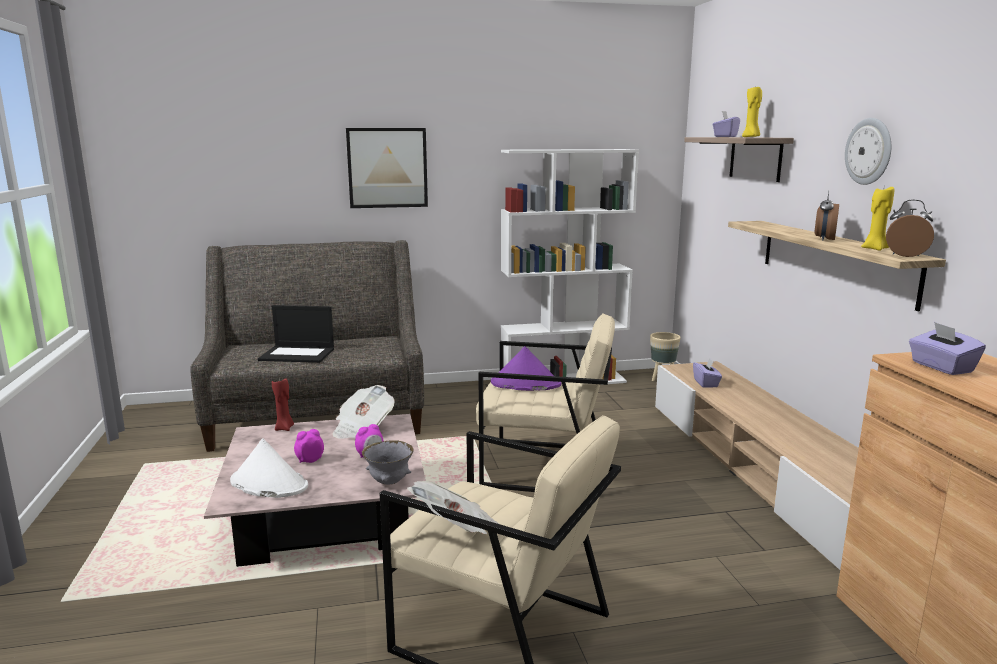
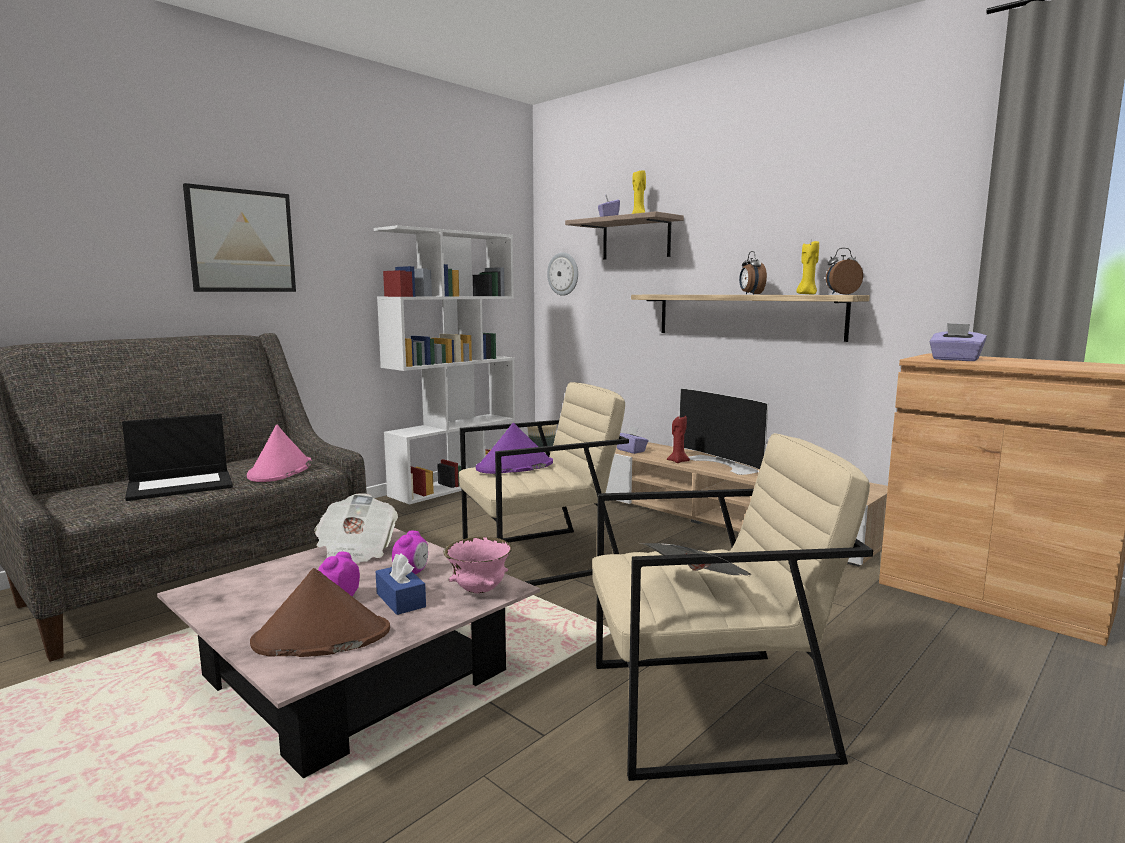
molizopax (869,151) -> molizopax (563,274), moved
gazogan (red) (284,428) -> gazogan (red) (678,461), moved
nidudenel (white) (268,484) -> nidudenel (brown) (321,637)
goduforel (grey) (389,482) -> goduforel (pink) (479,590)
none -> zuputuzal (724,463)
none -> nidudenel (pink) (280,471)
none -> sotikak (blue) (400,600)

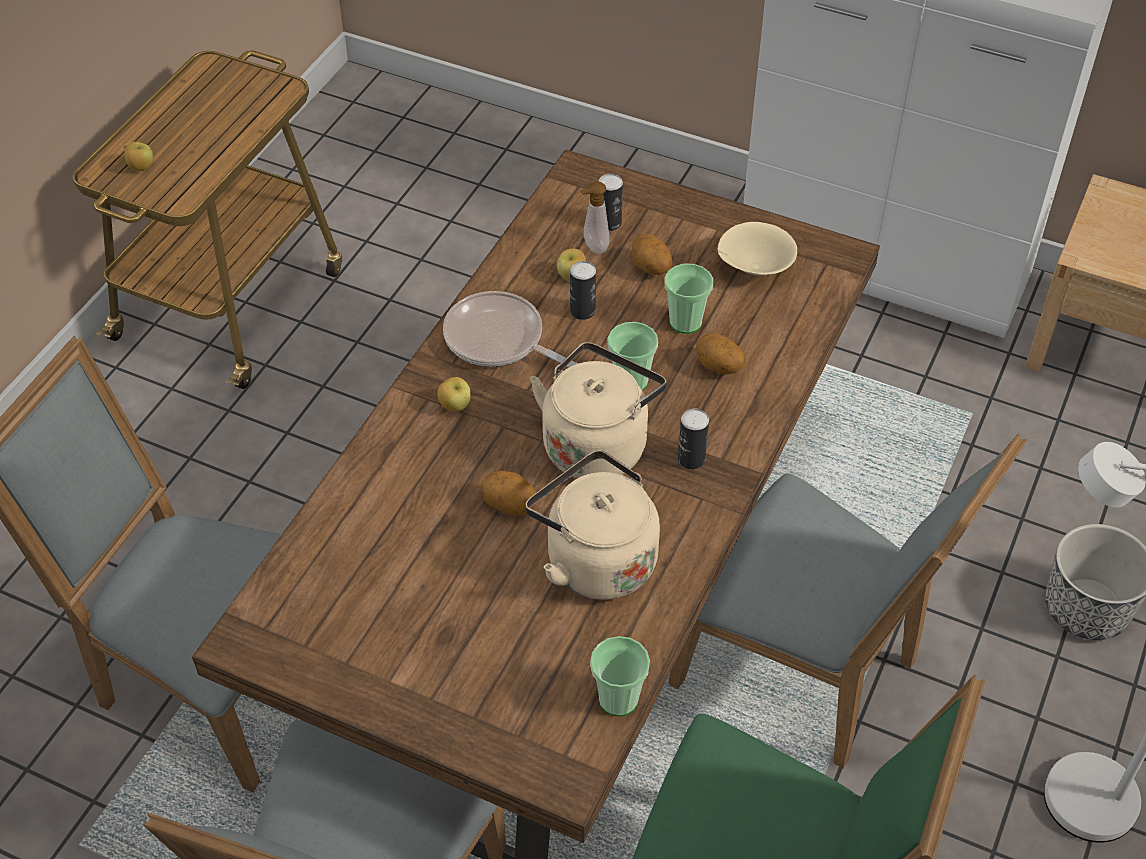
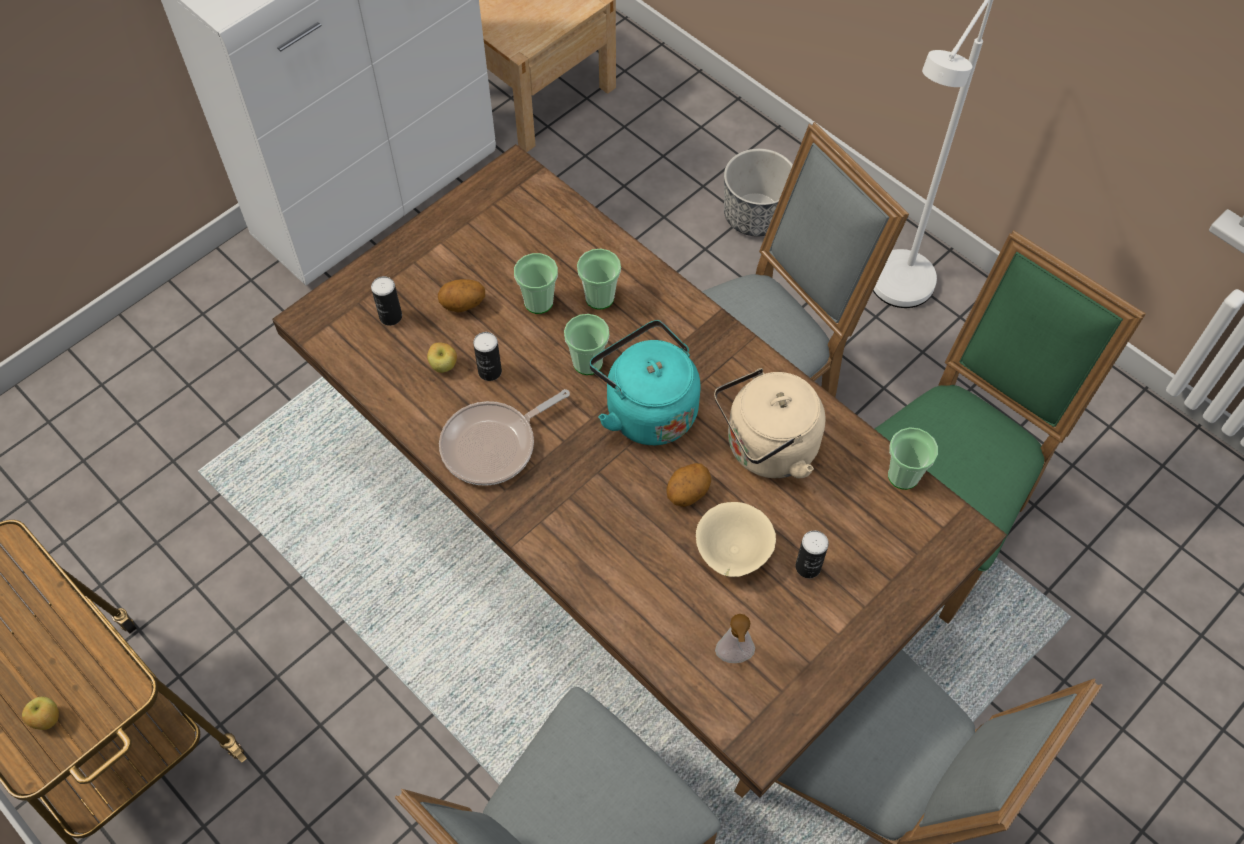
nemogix (593,247) -> nemogix (734,658), moved
goduforel (beige) (753,269) -> goduforel (beige) (732,552), moved
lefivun (718,367) -> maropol (599,297)
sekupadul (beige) (597,444) -> sekupadul (turquoise) (646,409)
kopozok (455,406) -> none
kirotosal (691,459) -> kirotosal (808,567), moved

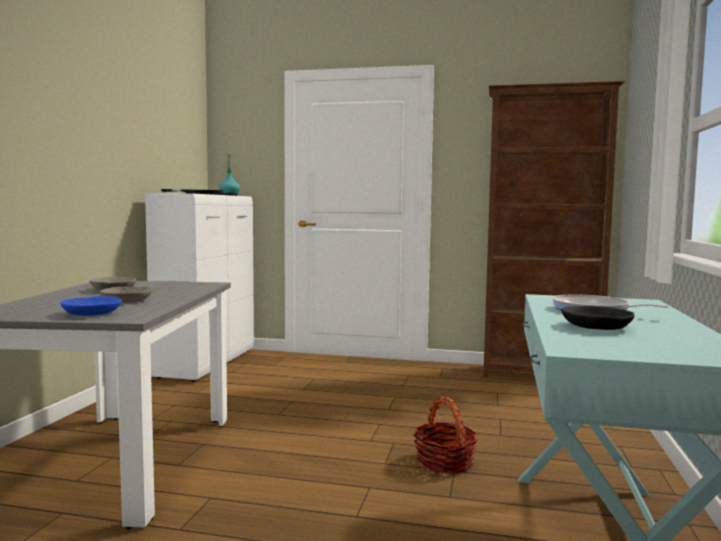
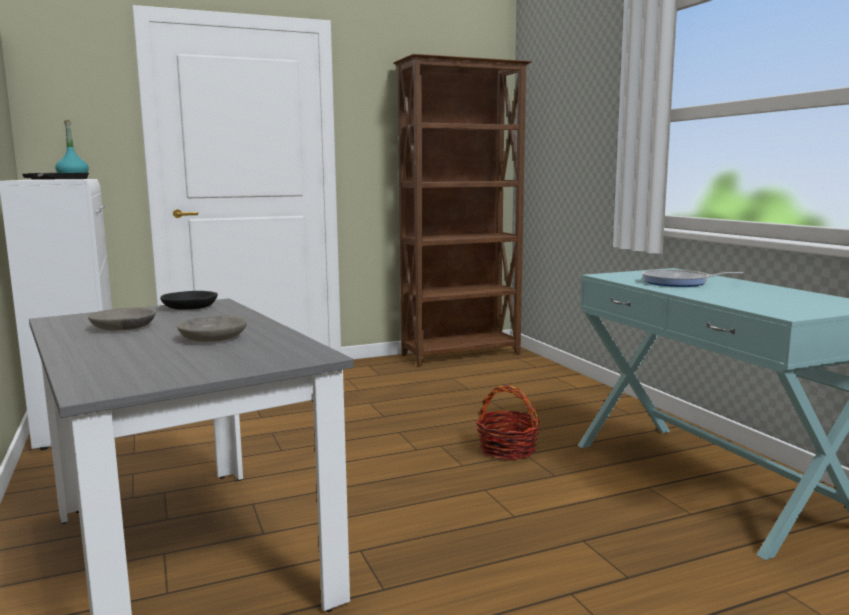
goduforel (blue) (92,313) -> none
goduforel (black) (597,327) -> goduforel (black) (190,308), moved

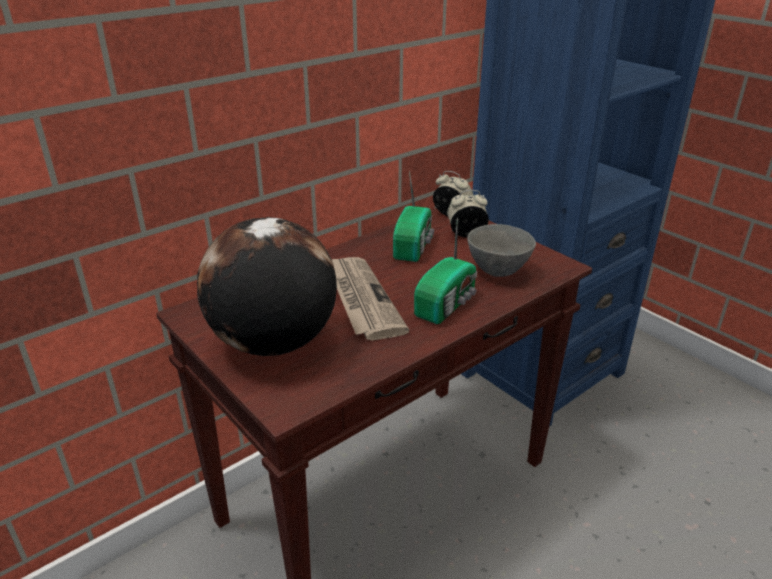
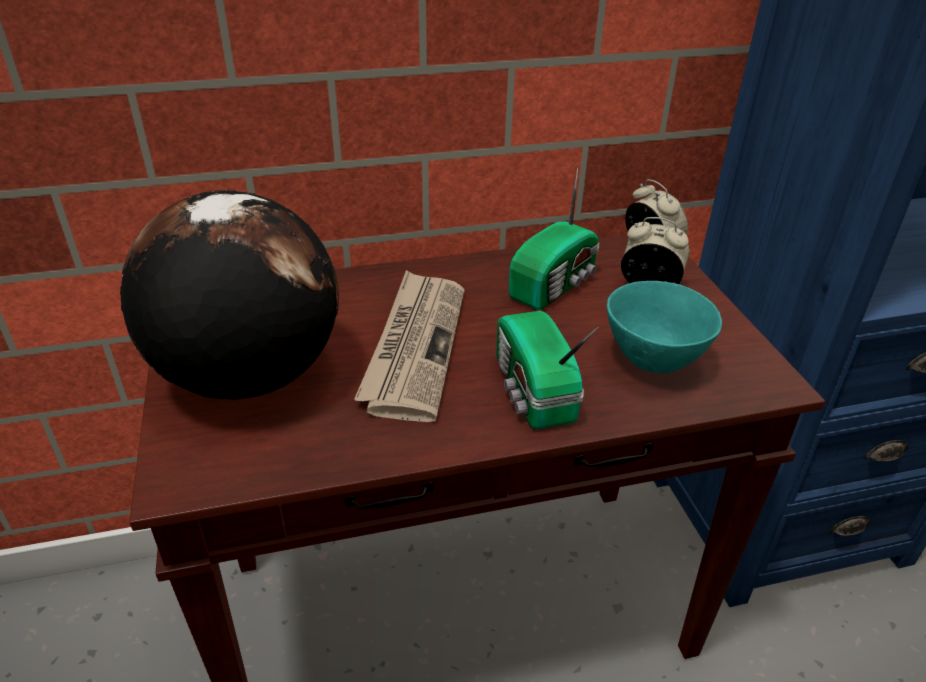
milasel (448,304) -> milasel (532,392), 105 degrees clockwise
goduforel (grey) (498,271) -> goduforel (turquoise) (654,361)

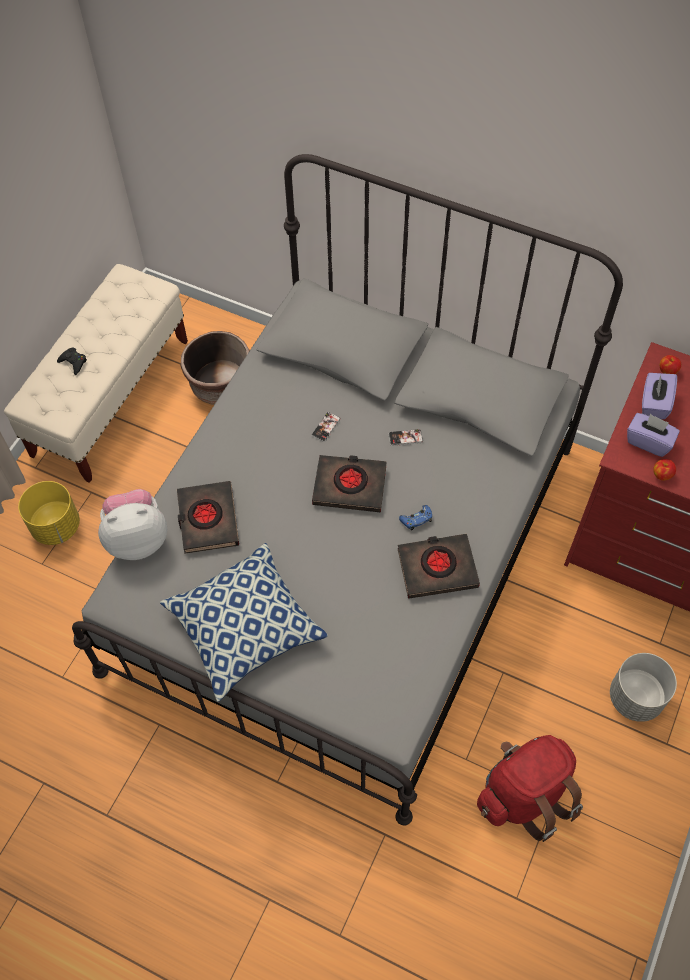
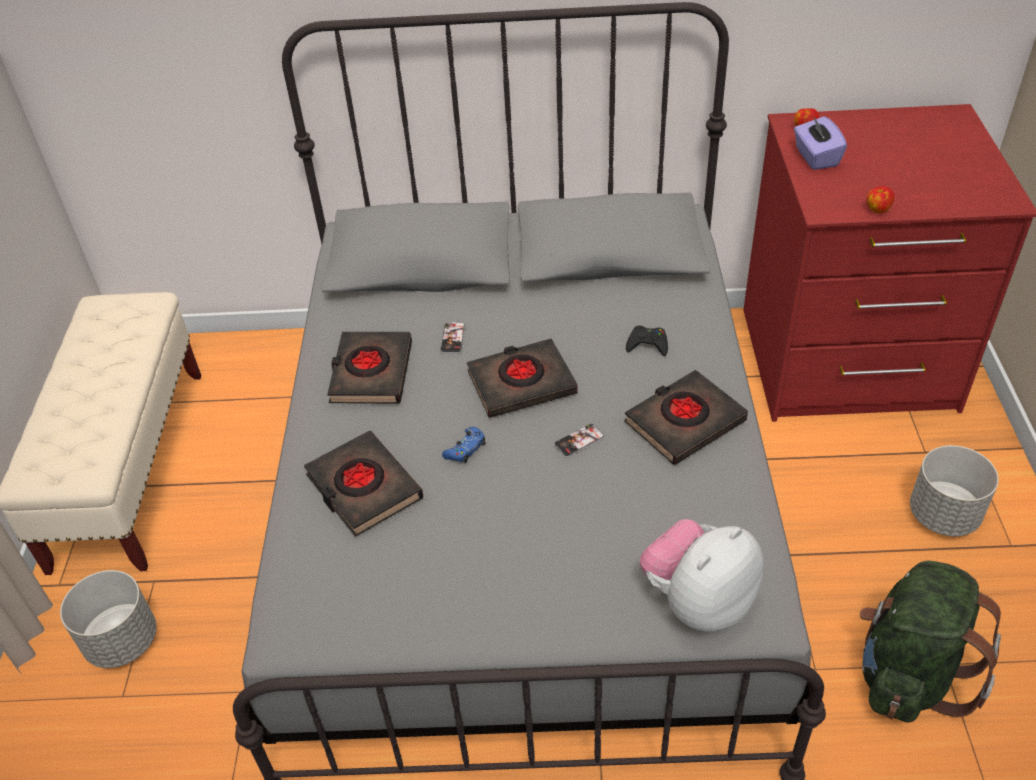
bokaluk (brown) (220,385) -> none
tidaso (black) (73,362) -> tidaso (black) (647,344), moved
sotikak (purple) (648,441) -> none
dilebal (405,438) -> dilebal (579,441), moved
bokaluk (yellow) (56,526) -> bokaluk (grey) (123,641)
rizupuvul (137,538) -> rizupuvul (698,601), moved
tidaso (blue) (416,519) -> tidaso (blue) (465,449), moved
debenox (244,628) -> none
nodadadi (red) (525,793) -> nodadadi (green) (908,674)
none -> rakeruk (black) (371,373)

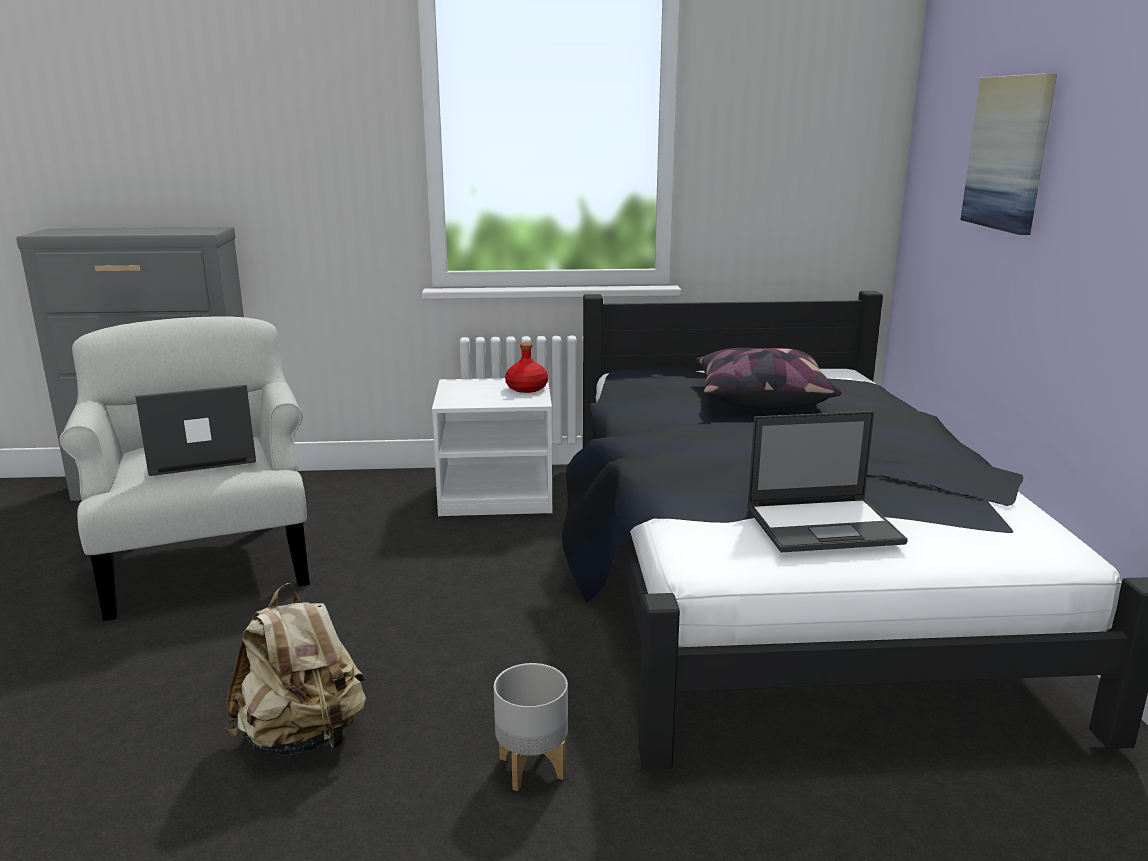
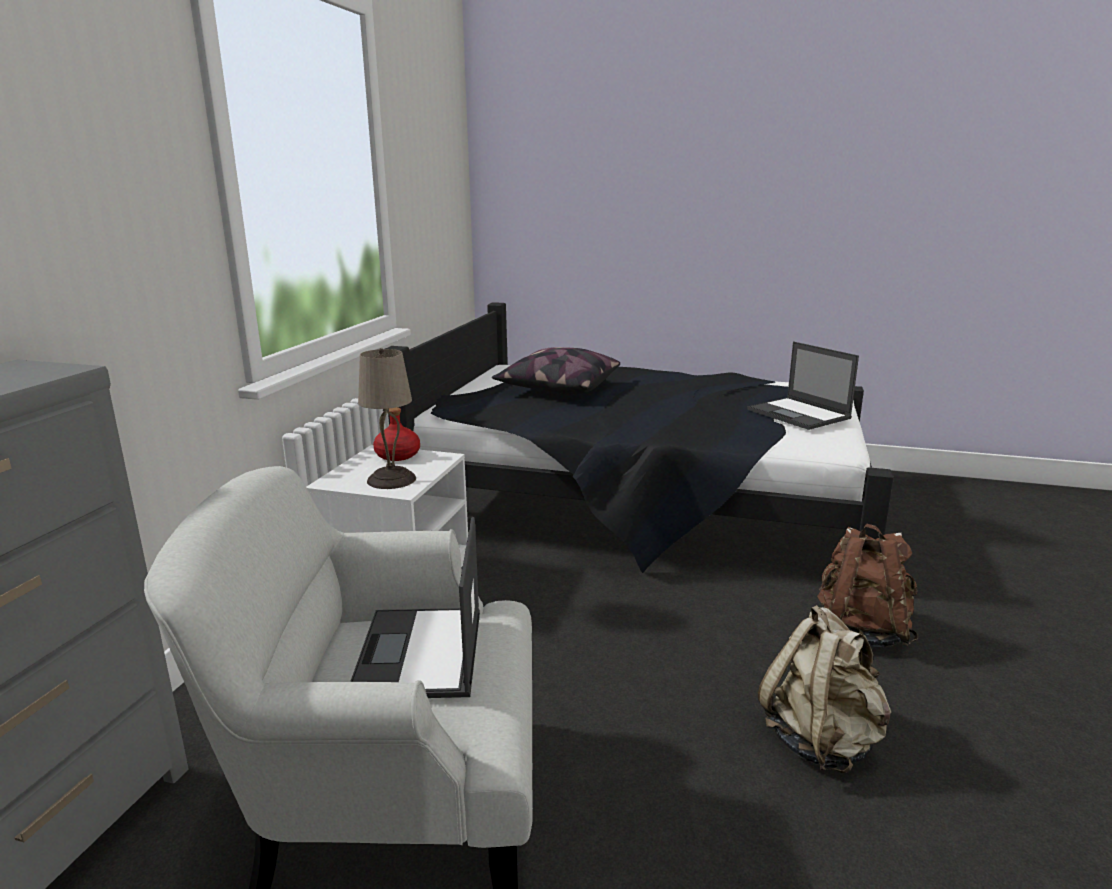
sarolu (1009,153) -> none
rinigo (825,525) -> rinigo (799,414), 135 degrees clockwise
bokaluk (grey) (531,766) -> nodadadi (brown) (861,631)
none -> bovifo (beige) (391,480)

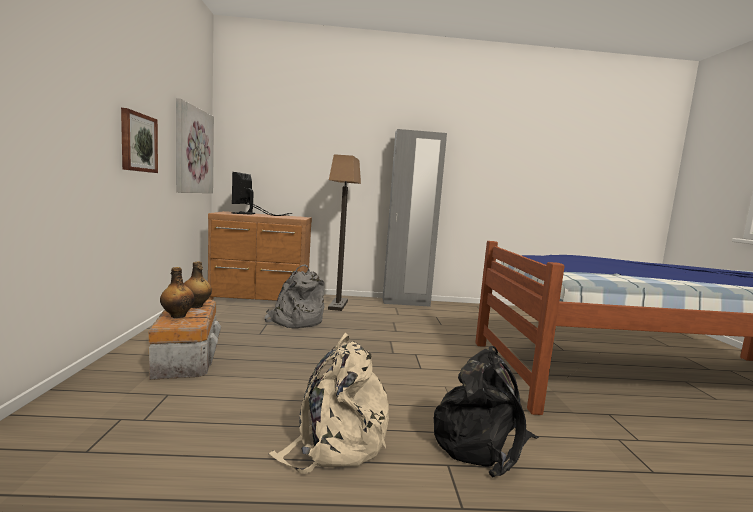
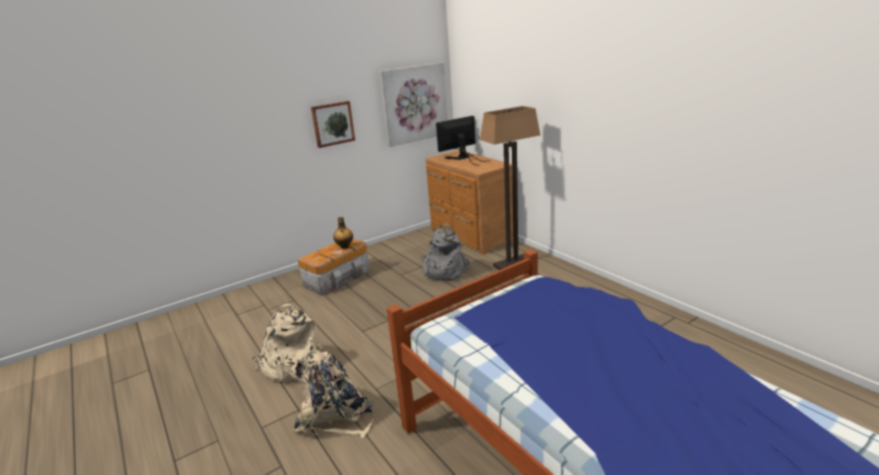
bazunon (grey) (406,302) -> none
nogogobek (177,315) -> none
nodadadi (black) (482,442) -> nodadadi (beige) (335,415)

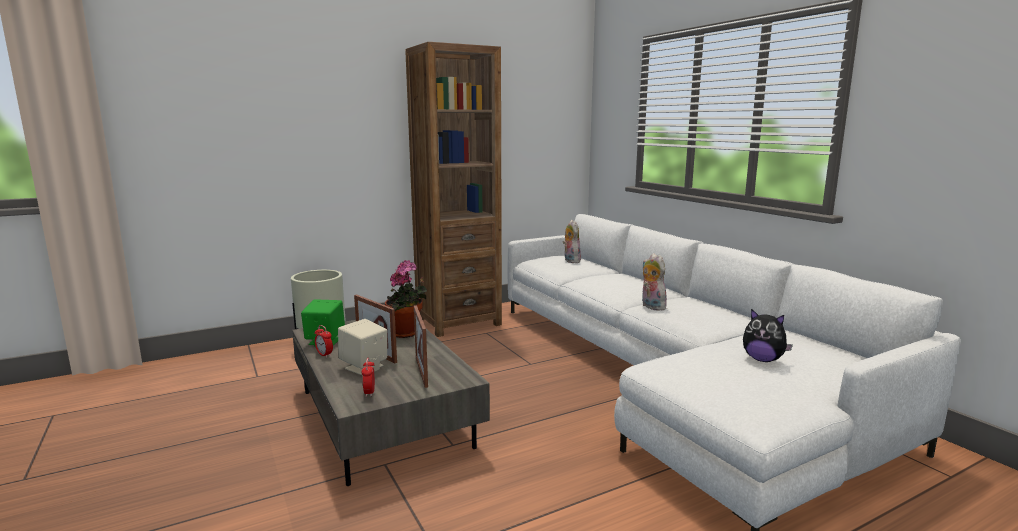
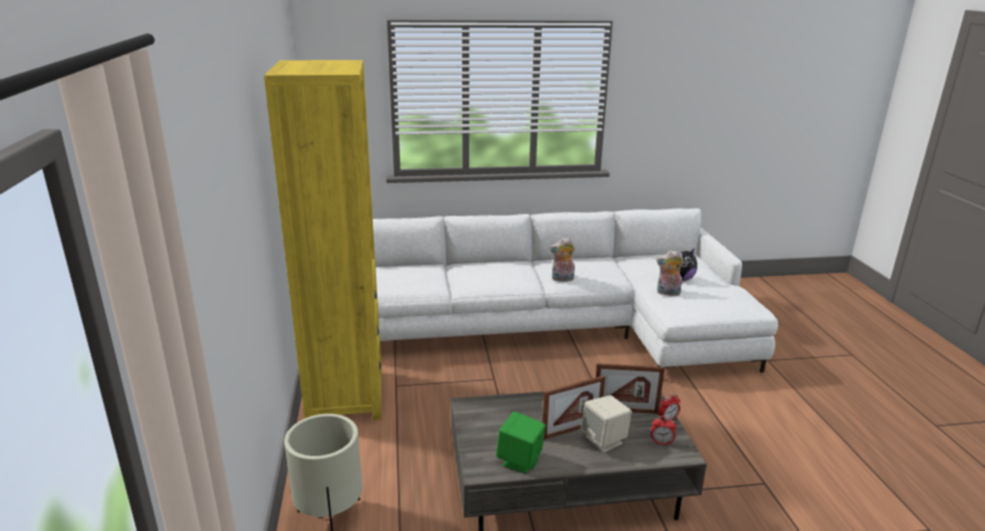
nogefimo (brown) (458,322) -> nogefimo (yellow) (345,397)
rizupuvul (570,261) -> rizupuvul (667,293), moved
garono (407,333) -> none
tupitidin (324,355) -> tupitidin (667,420), moved

